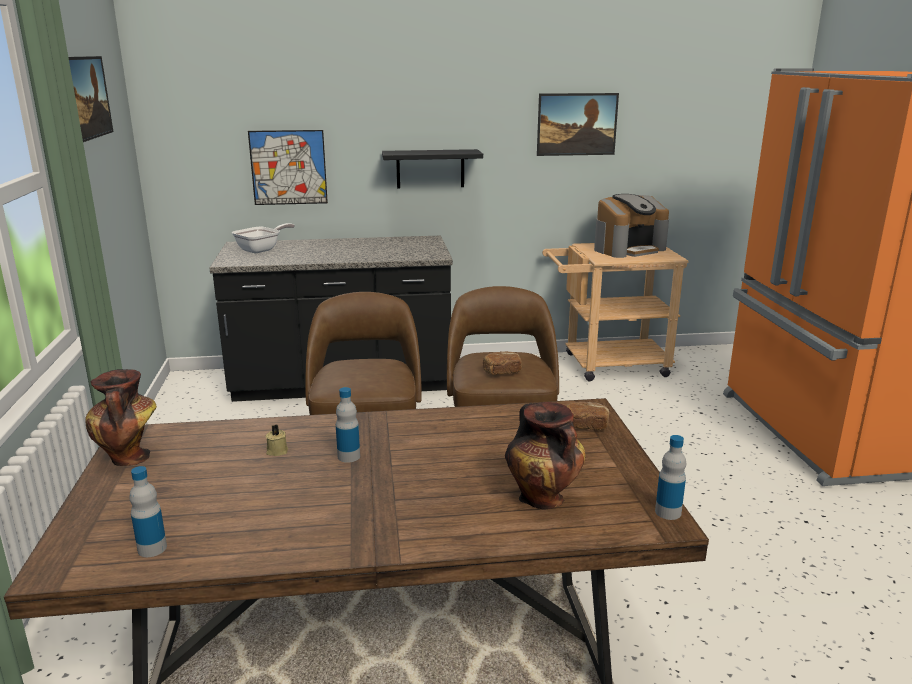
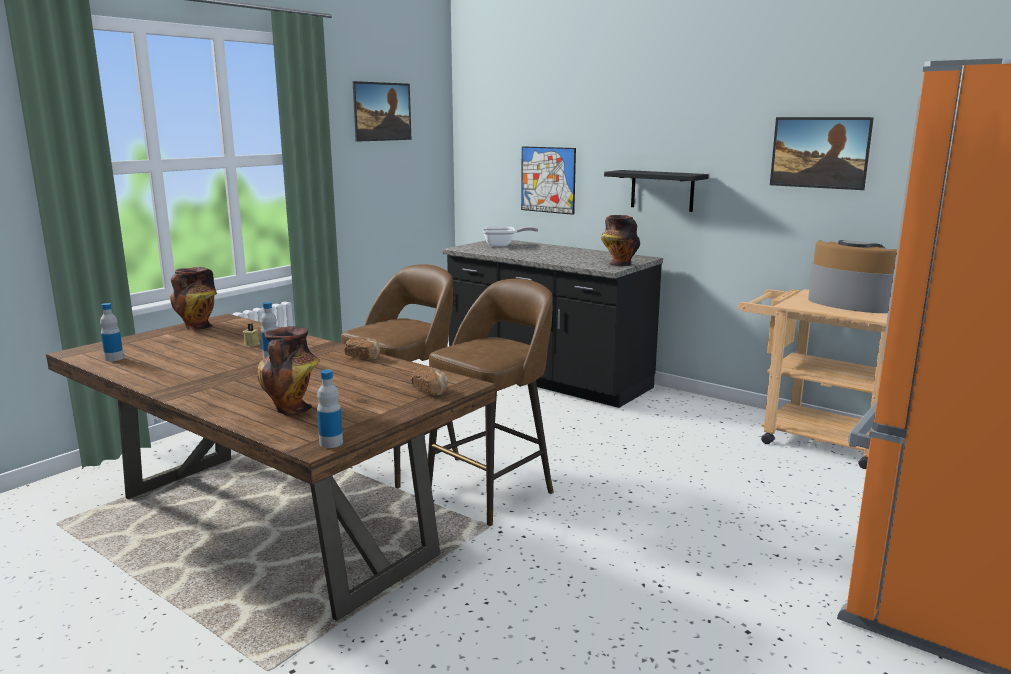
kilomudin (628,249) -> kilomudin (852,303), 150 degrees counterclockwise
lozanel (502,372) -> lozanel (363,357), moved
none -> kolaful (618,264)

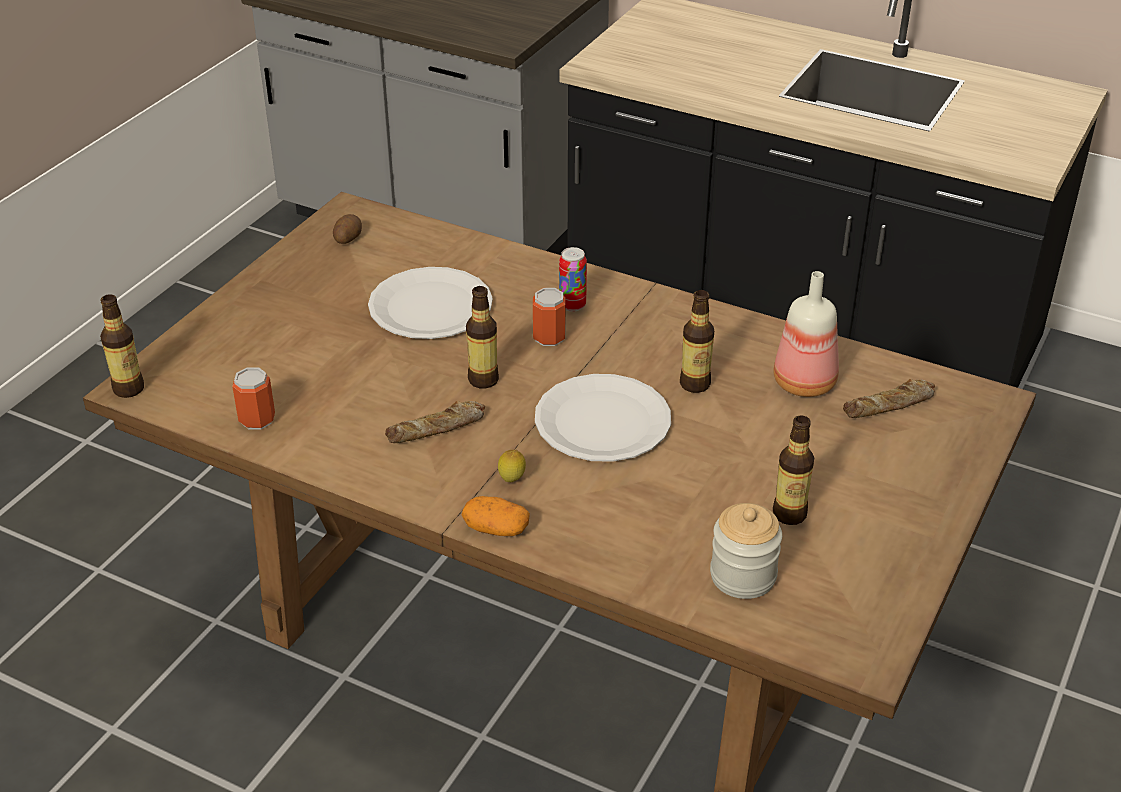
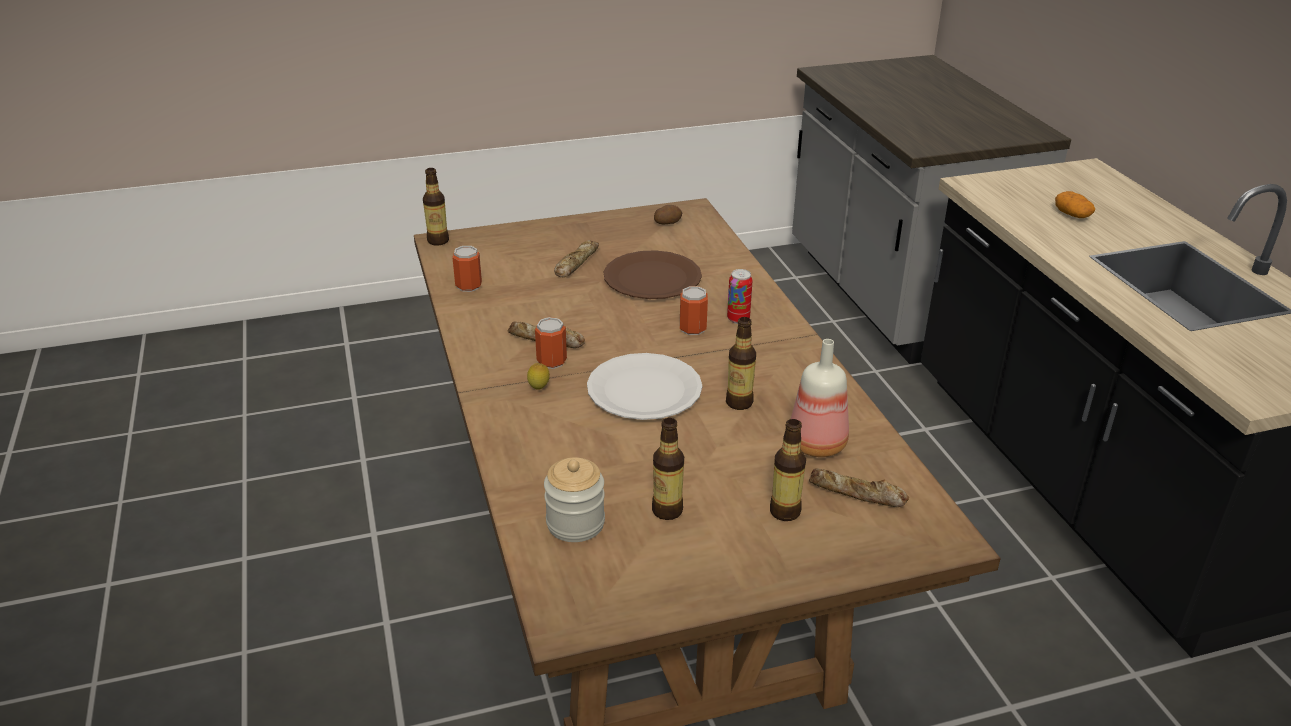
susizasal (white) (431,307) -> susizasal (brown) (652,278)
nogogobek (483,380) -> nogogobek (784,512), moved
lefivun (496,529) -> lefivun (1072,215), moved
none -> lozanel (576,263)
none -> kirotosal (551,361)

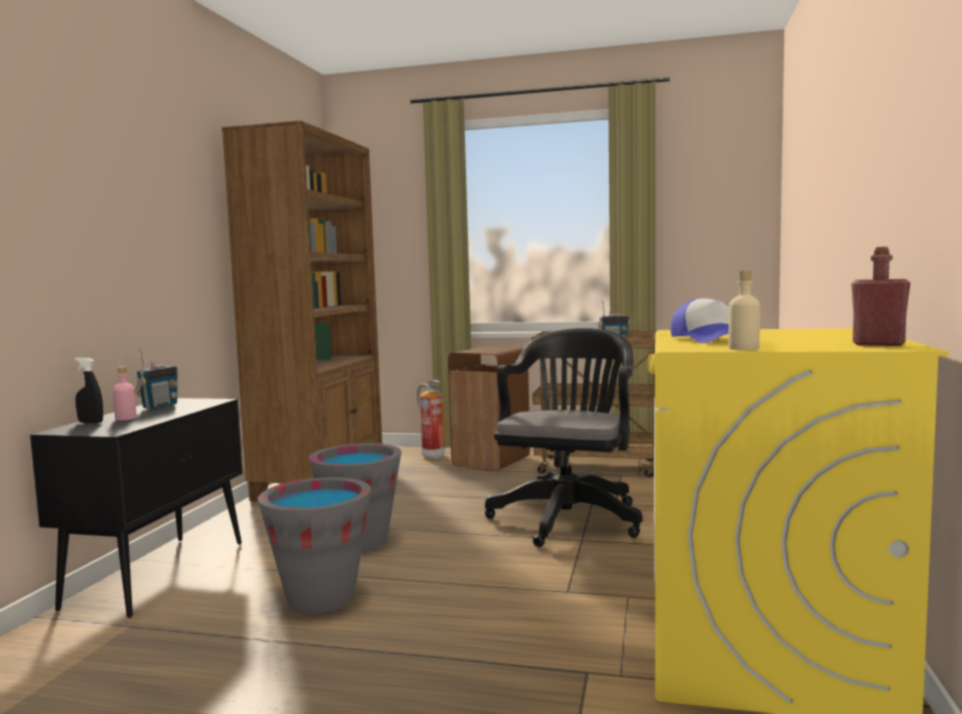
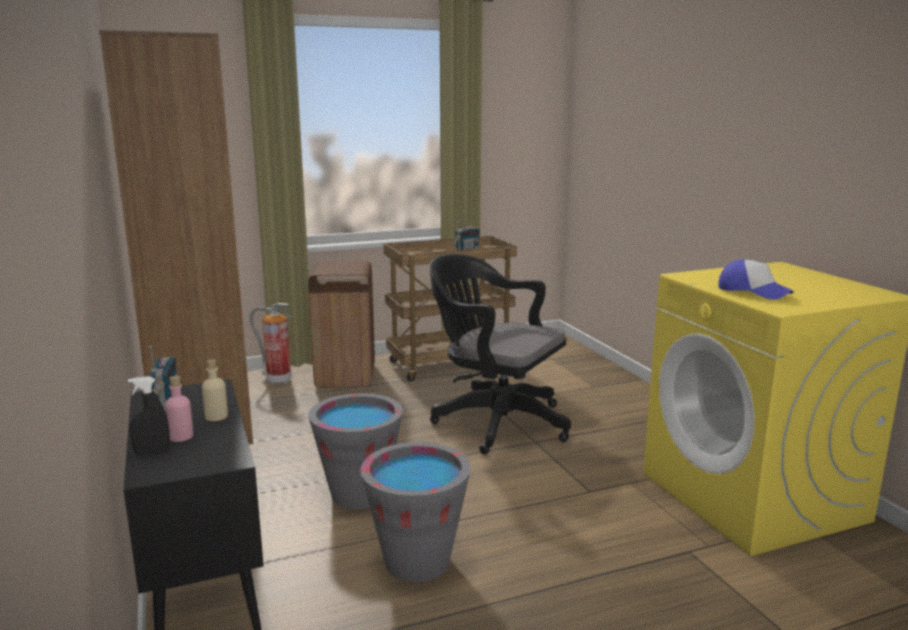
nogogobek (red) (878,344) -> none
nogogobek (beige) (743,348) -> nogogobek (beige) (216,416), moved
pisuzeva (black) (569,516) -> pisuzeva (black) (495,421), 45 degrees counterclockwise

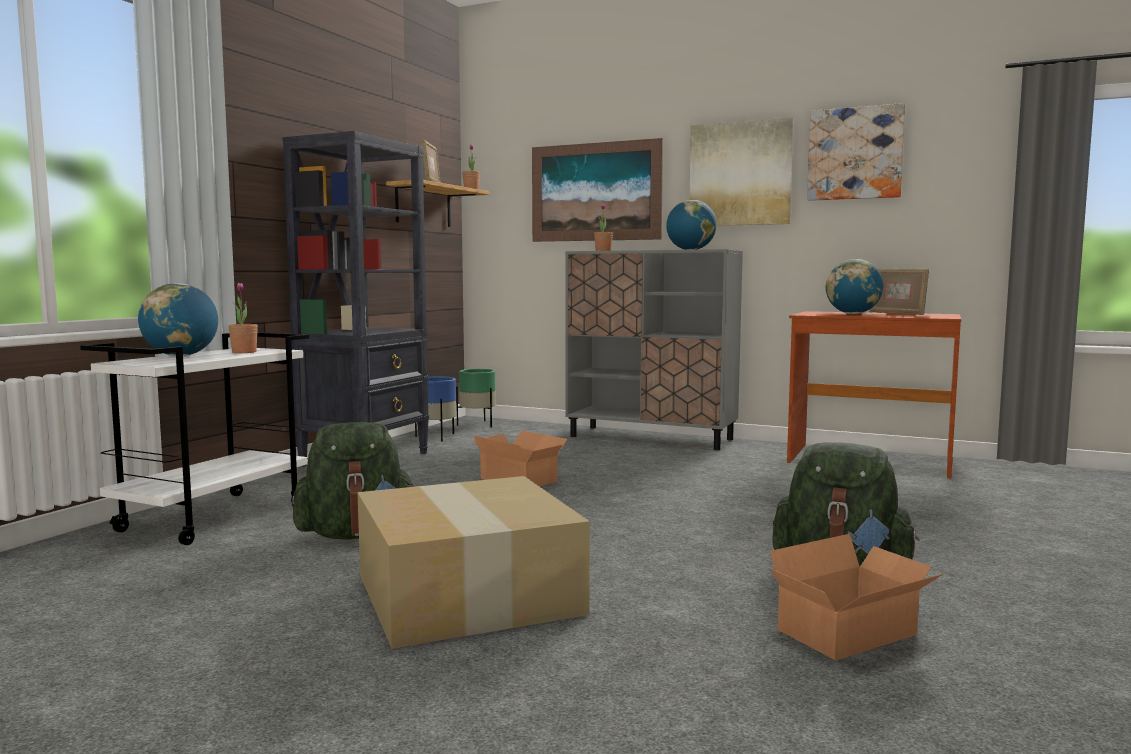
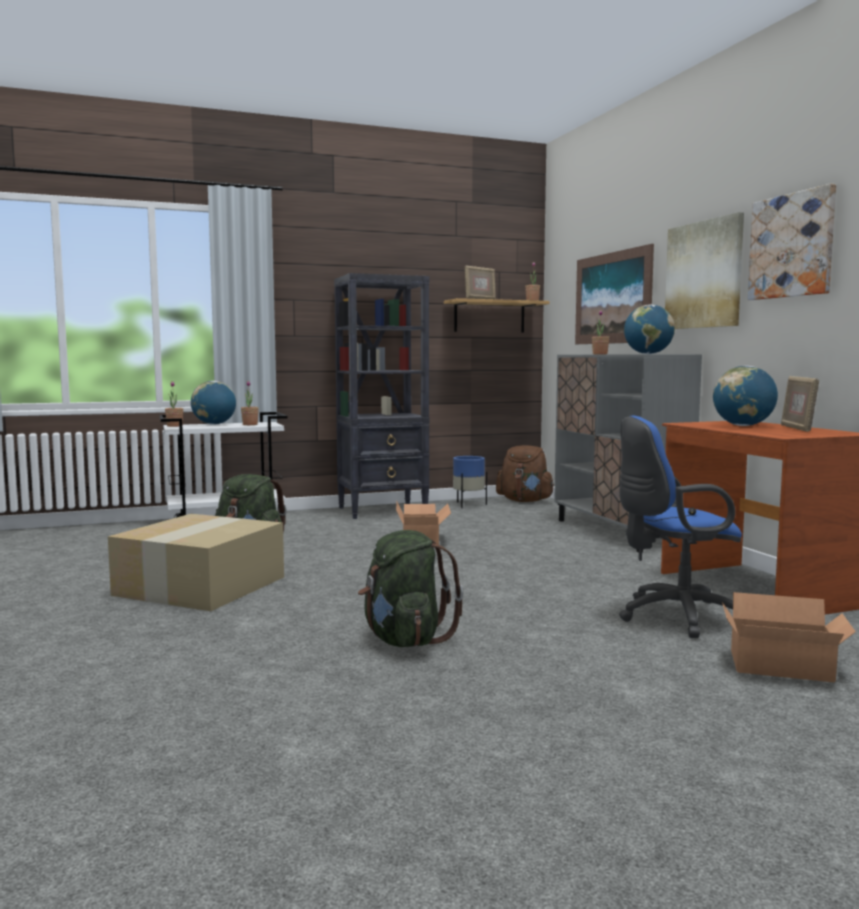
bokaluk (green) (478,424) -> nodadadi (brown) (525,501)
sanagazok (853,634) -> sanagazok (783,667), moved
none -> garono (174,426)
none -> pisuzeva (blue) (674,617)

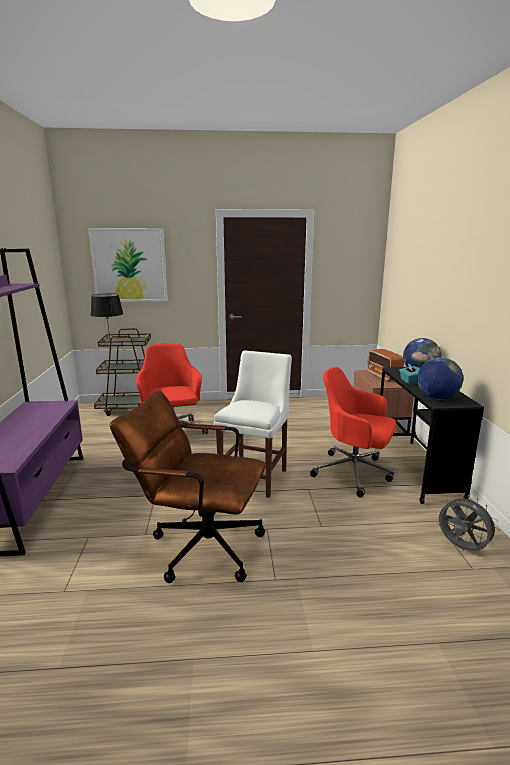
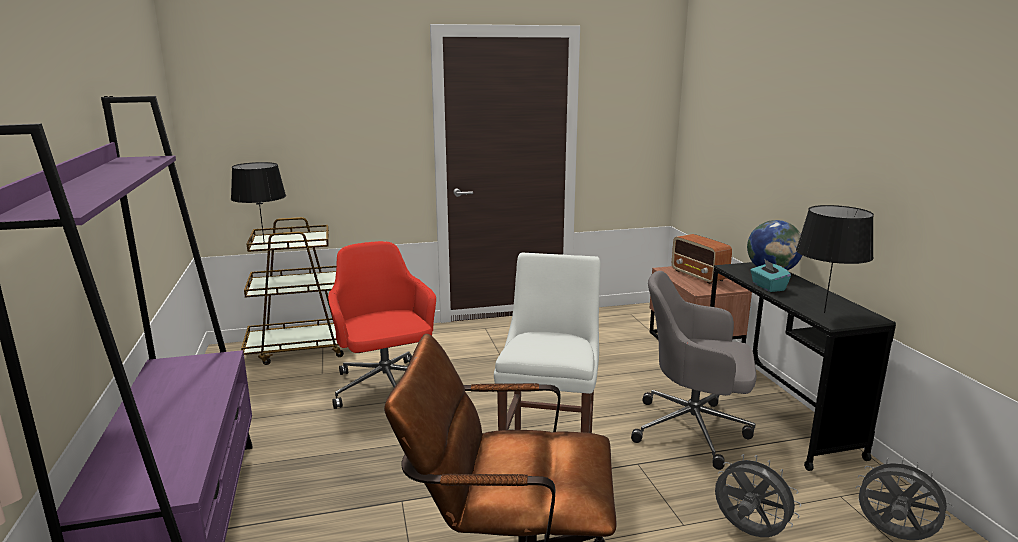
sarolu (129,265) -> none
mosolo (437,398) -> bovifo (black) (824,312)
pisuzeva (red) (354,473) -> pisuzeva (grey) (693,430)
none -> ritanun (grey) (748,533)

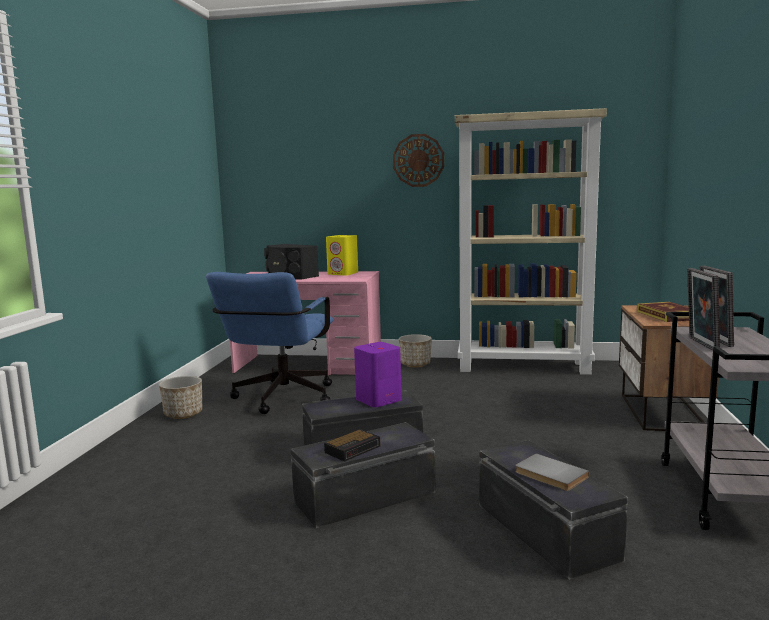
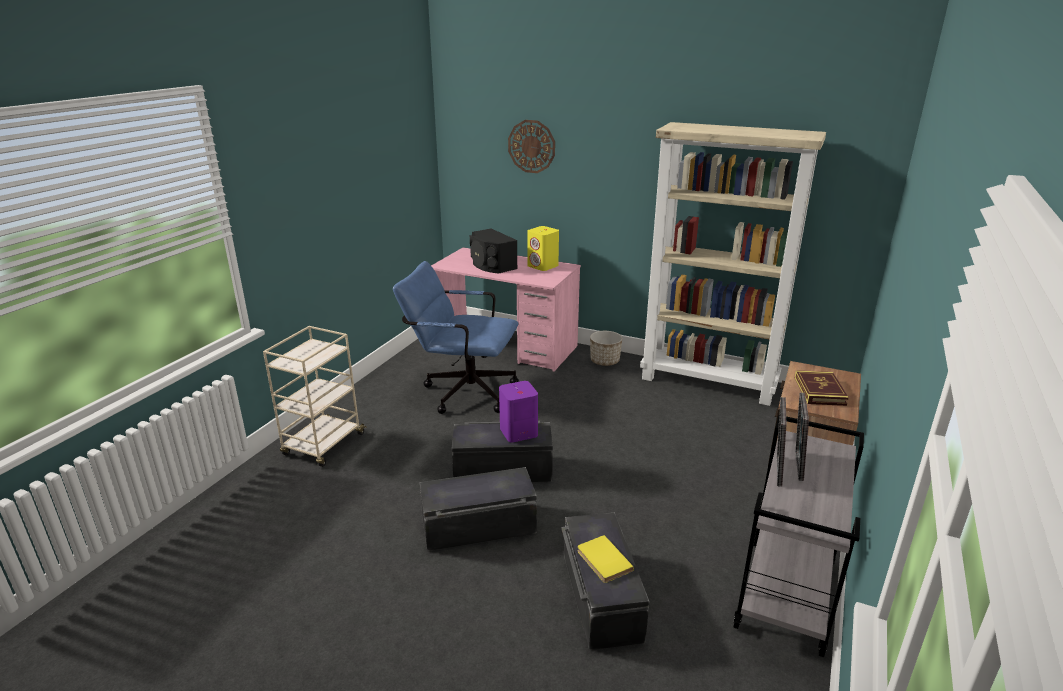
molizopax (418,160) -> molizopax (531,146), moved
pisuzeva (blue) (280,400) -> pisuzeva (blue) (462,391), 75 degrees clockwise
bokaluk (183,414) -> none
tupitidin (353,449) -> none
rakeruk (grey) (549,475) -> rakeruk (yellow) (602,561)
none -> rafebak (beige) (323,445)

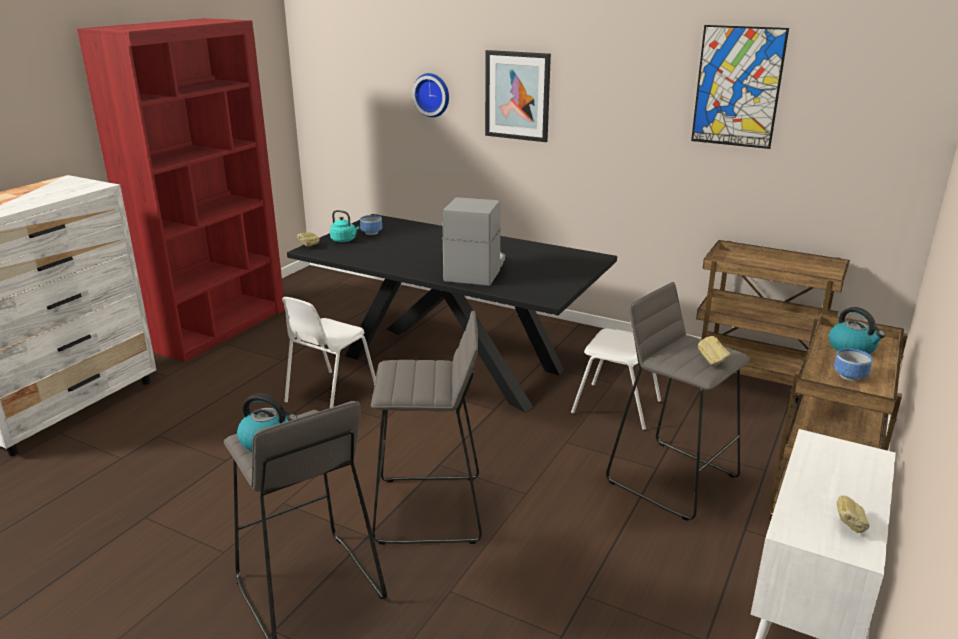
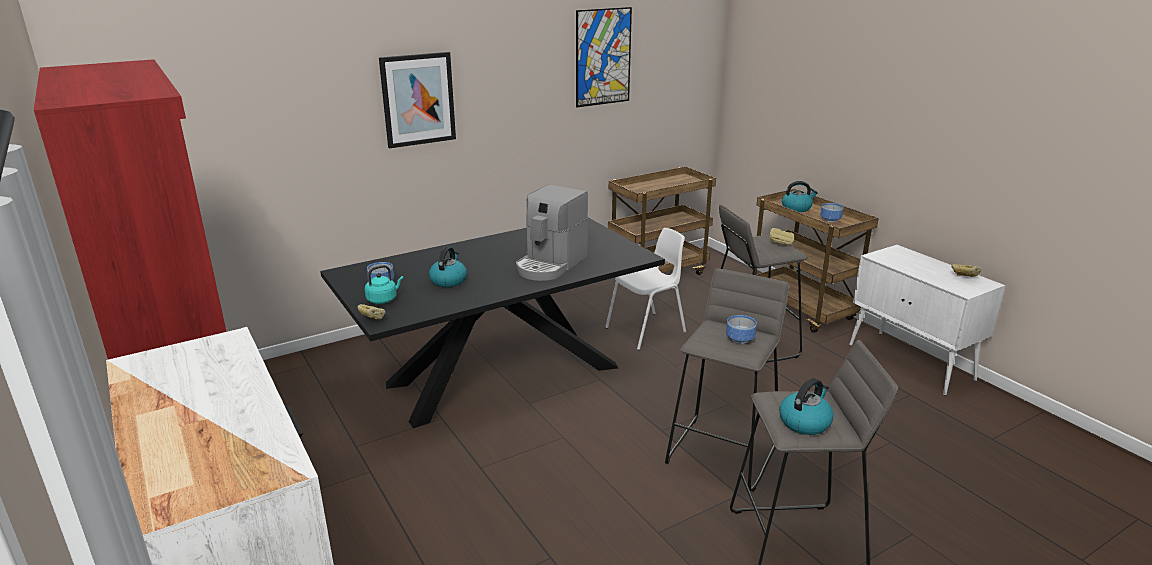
molizopax (432,94) -> none
kilomudin (475,270) -> kilomudin (550,265), 105 degrees counterclockwise
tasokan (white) (330,395) -> none
none -> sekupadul (448,280)
none -> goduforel (739,338)

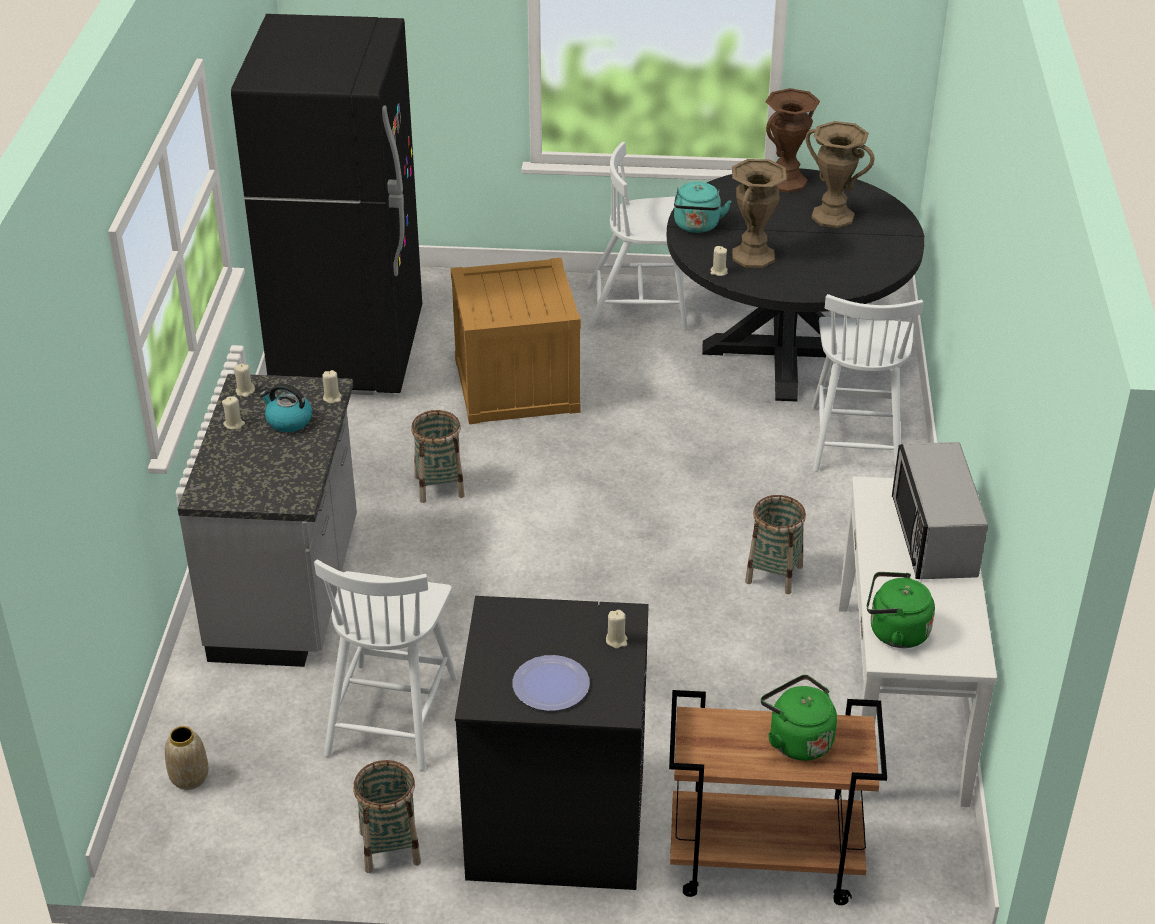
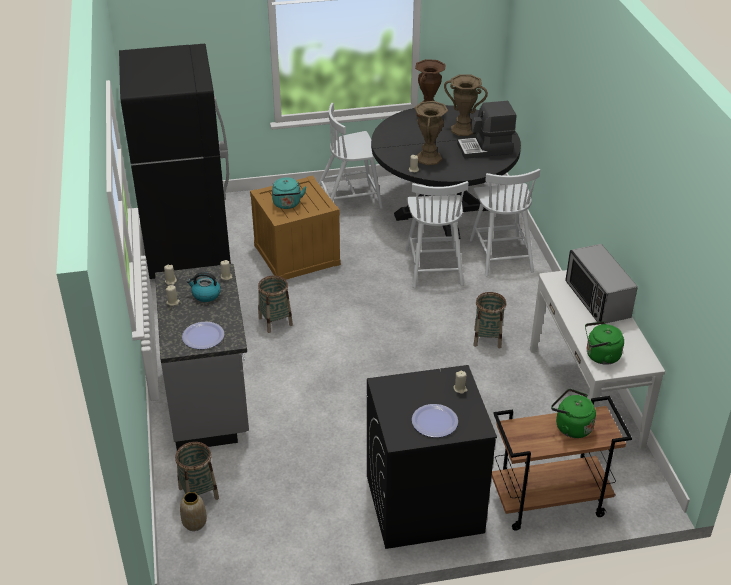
sekupadul (turquoise) (697,226) -> sekupadul (turquoise) (287,204), moved
tasokan (white) (392,713) -> tasokan (white) (434,266), moved
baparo (390,848) -> baparo (198,493), moved
none -> kilomudin (485,149)
none -> susizasal (203,336)

